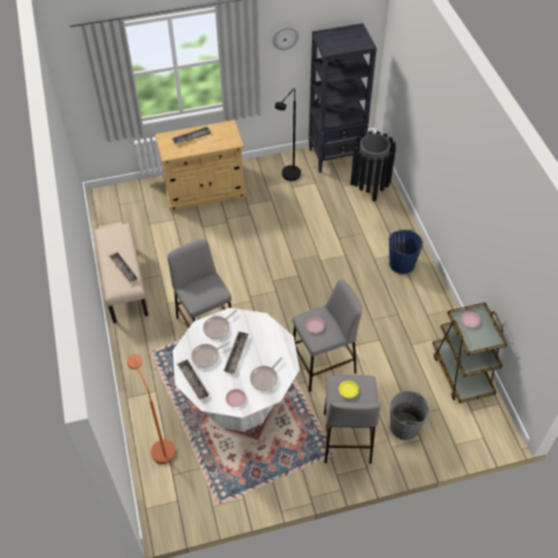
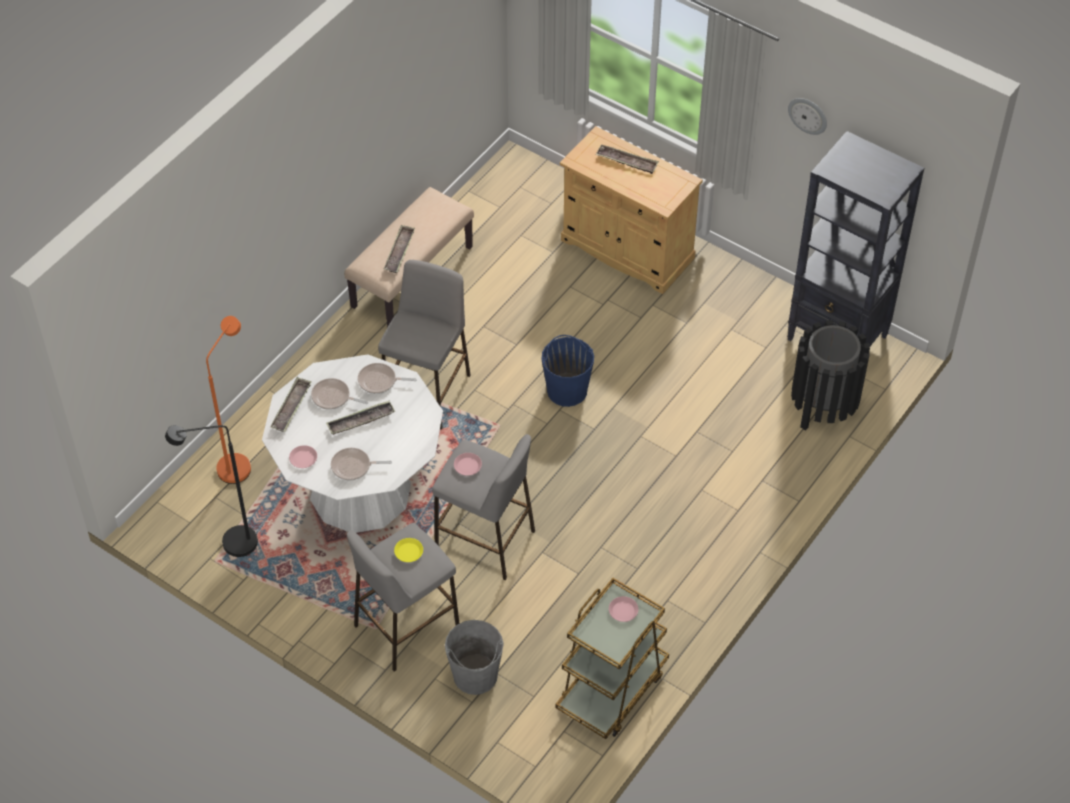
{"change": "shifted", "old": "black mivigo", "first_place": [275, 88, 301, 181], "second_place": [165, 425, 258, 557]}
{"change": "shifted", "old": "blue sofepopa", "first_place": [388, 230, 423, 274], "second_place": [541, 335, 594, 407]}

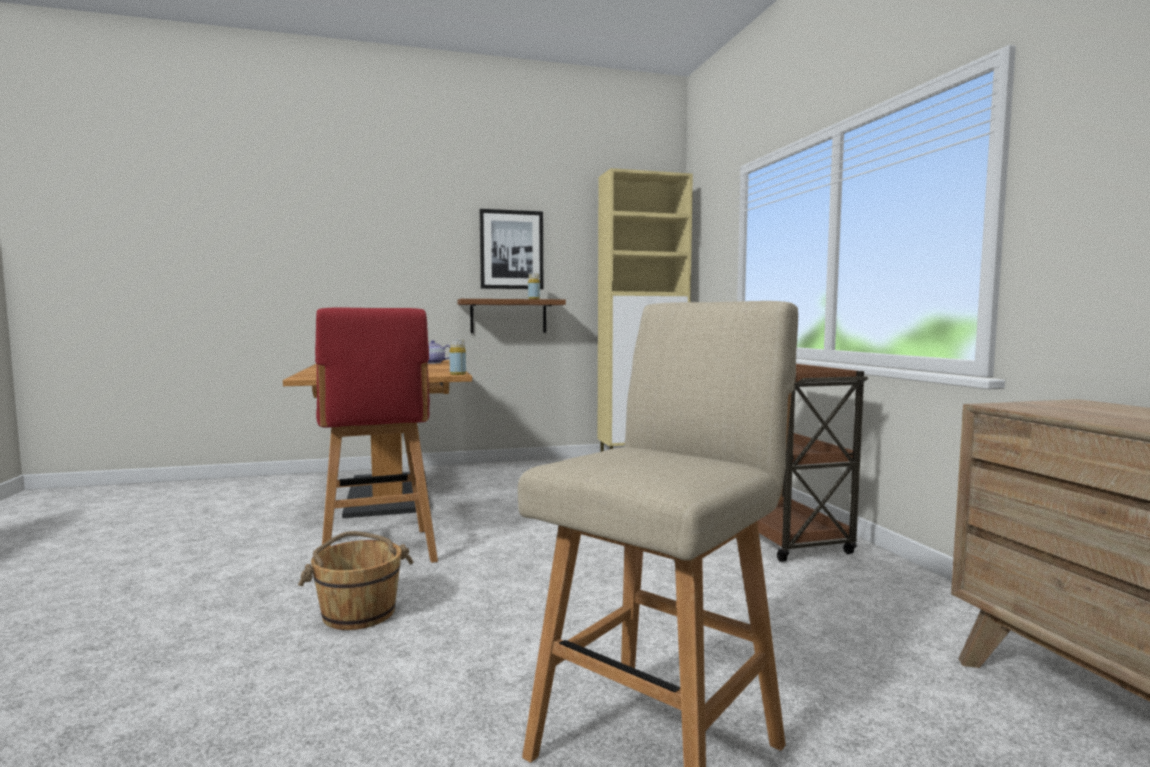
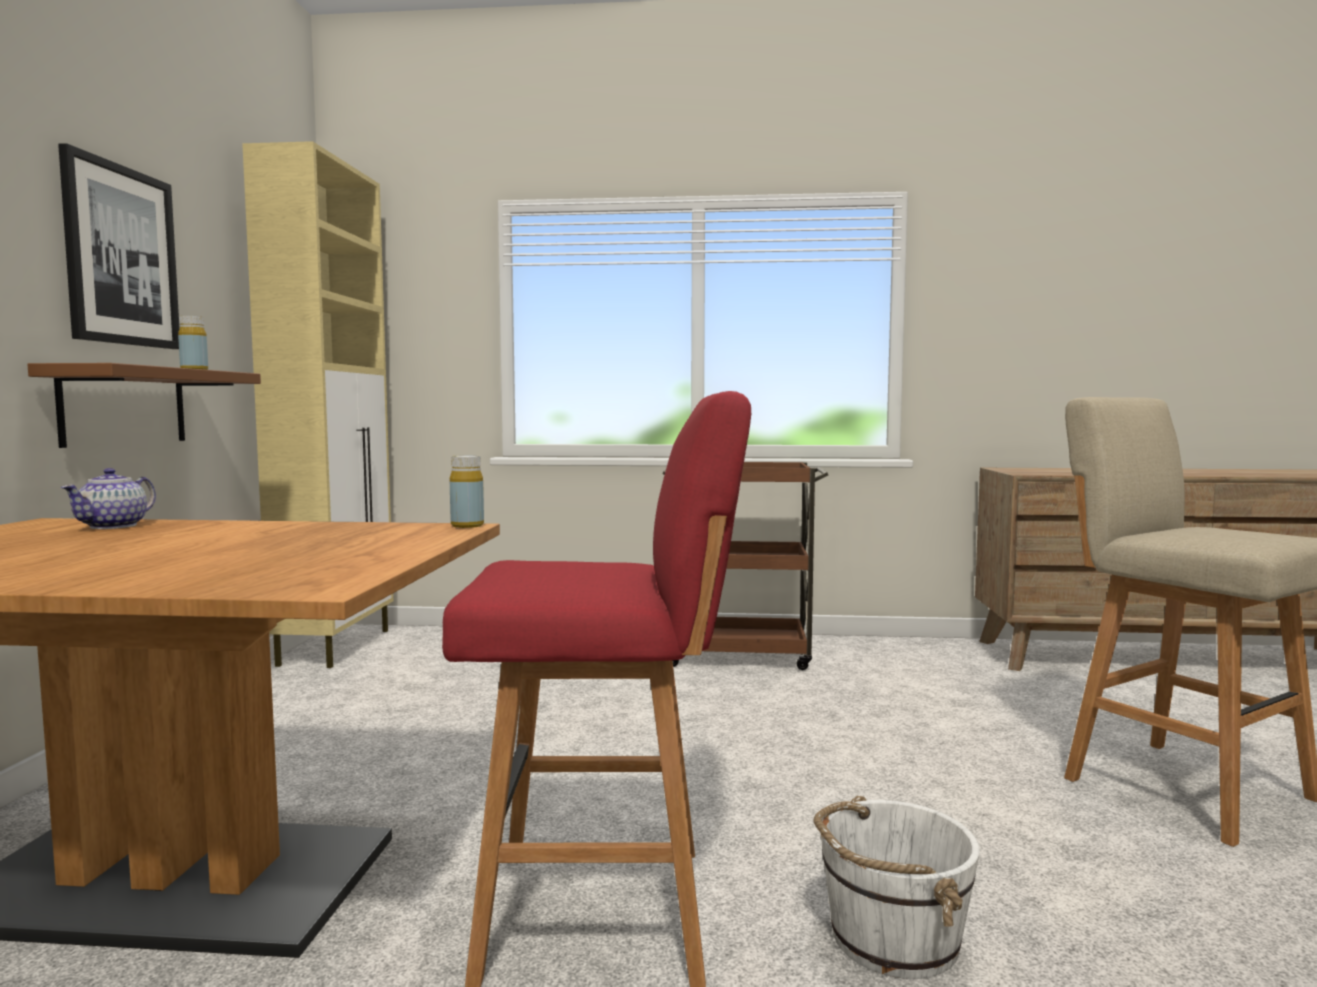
{"change": "repainted", "old": "brown sofepopa", "new": "white sofepopa", "first_place": [298, 531, 414, 630], "second_place": [814, 796, 980, 979]}

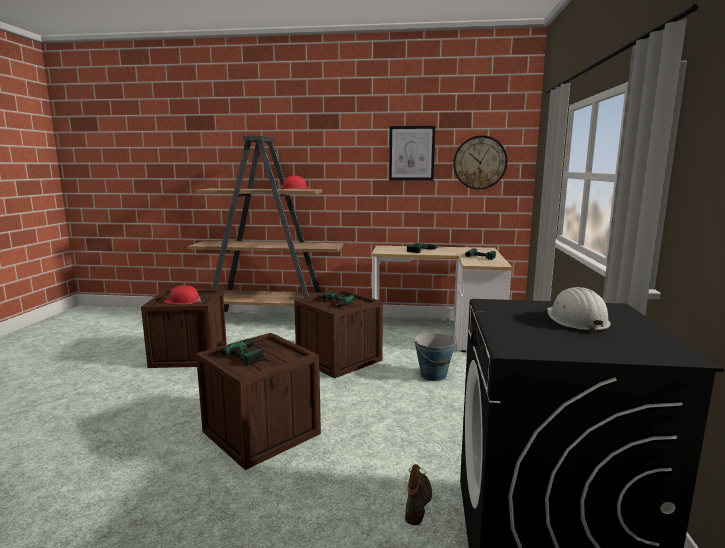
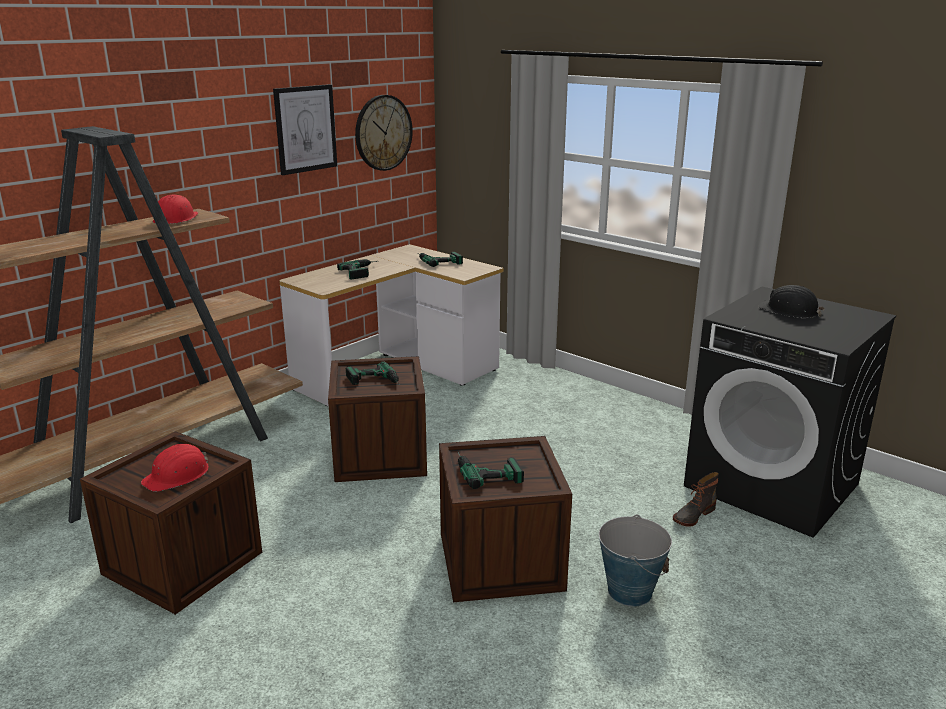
{"change": "shifted", "old": "sofepopa", "first_place": [414, 333, 457, 381], "second_place": [599, 514, 672, 606]}
{"change": "repainted", "old": "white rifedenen", "new": "black rifedenen", "first_place": [547, 287, 611, 333], "second_place": [758, 285, 825, 318]}
{"change": "rotated", "old": "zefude", "first_place": [405, 464, 432, 525], "second_place": [673, 472, 719, 527], "degrees": -90}

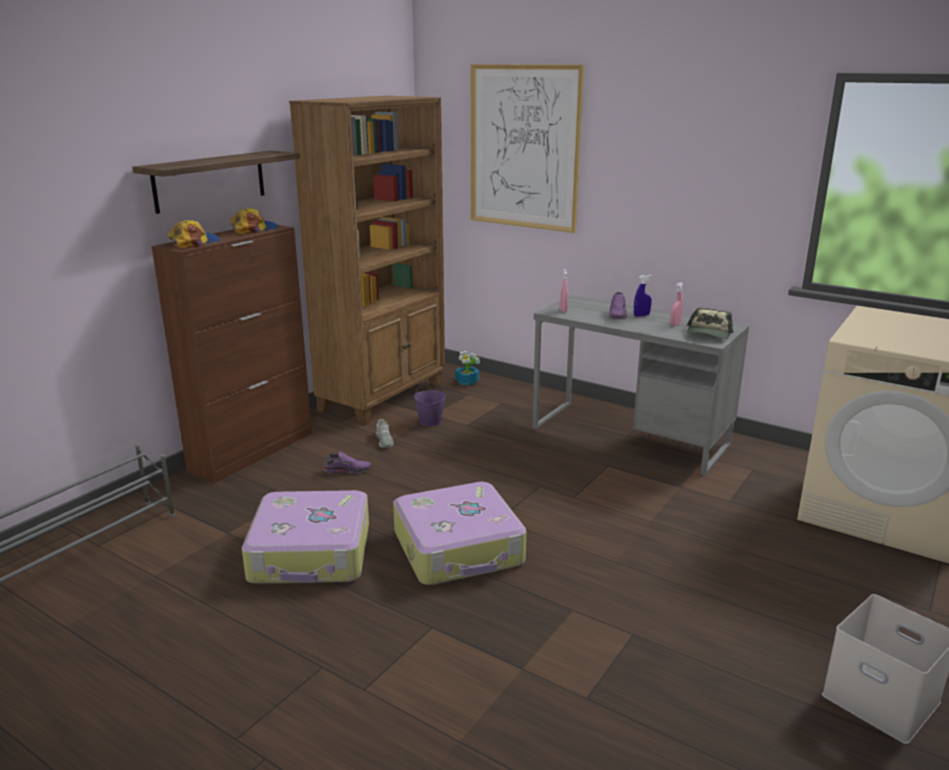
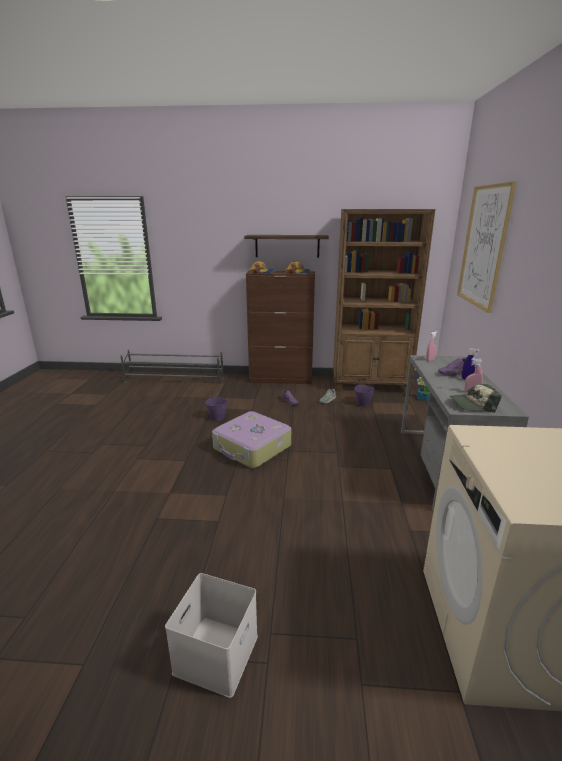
{"change": "swapped", "old": "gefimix", "new": "purple sofepopa", "first_place": [242, 490, 369, 584], "second_place": [205, 391, 228, 421]}

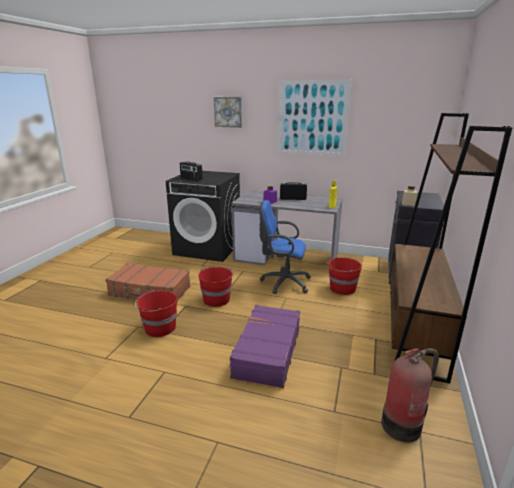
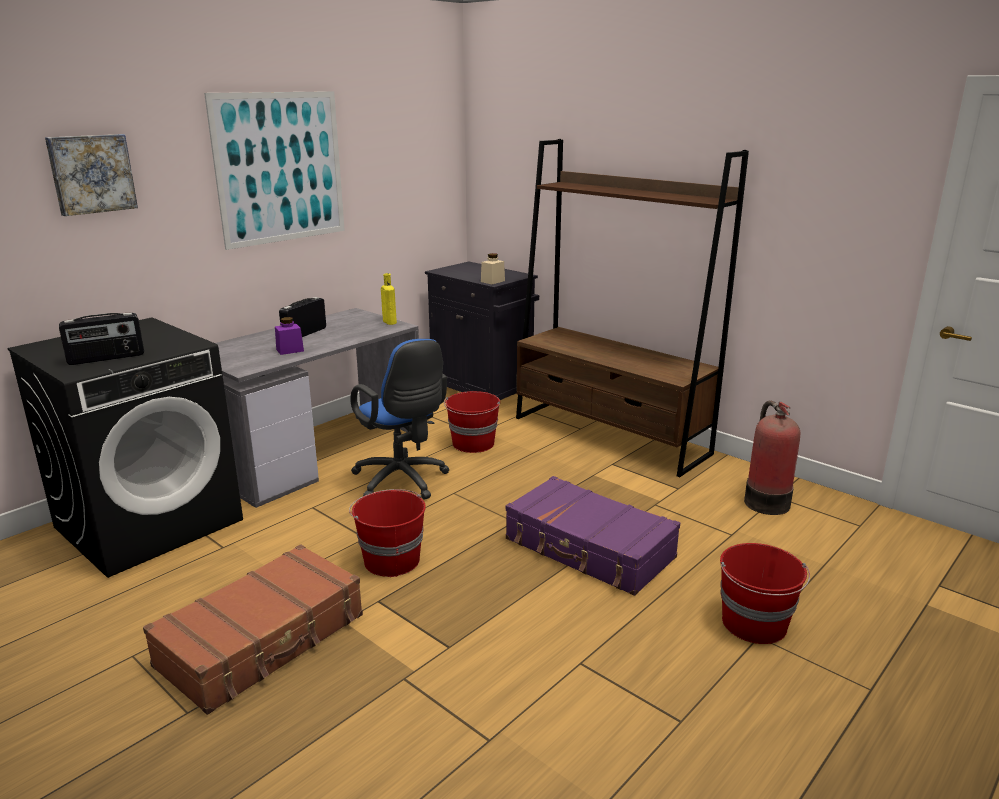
{"change": "shifted", "old": "red sofepopa", "first_place": [135, 290, 177, 337], "second_place": [720, 543, 810, 644]}
{"change": "rotated", "old": "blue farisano", "first_place": [259, 200, 311, 294], "second_place": [350, 339, 449, 500], "degrees": -75}

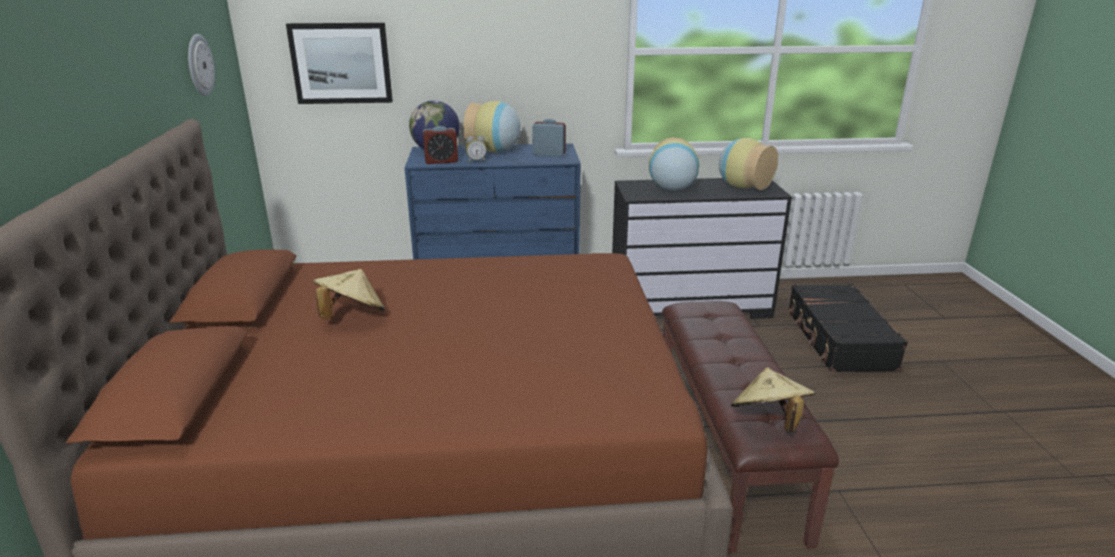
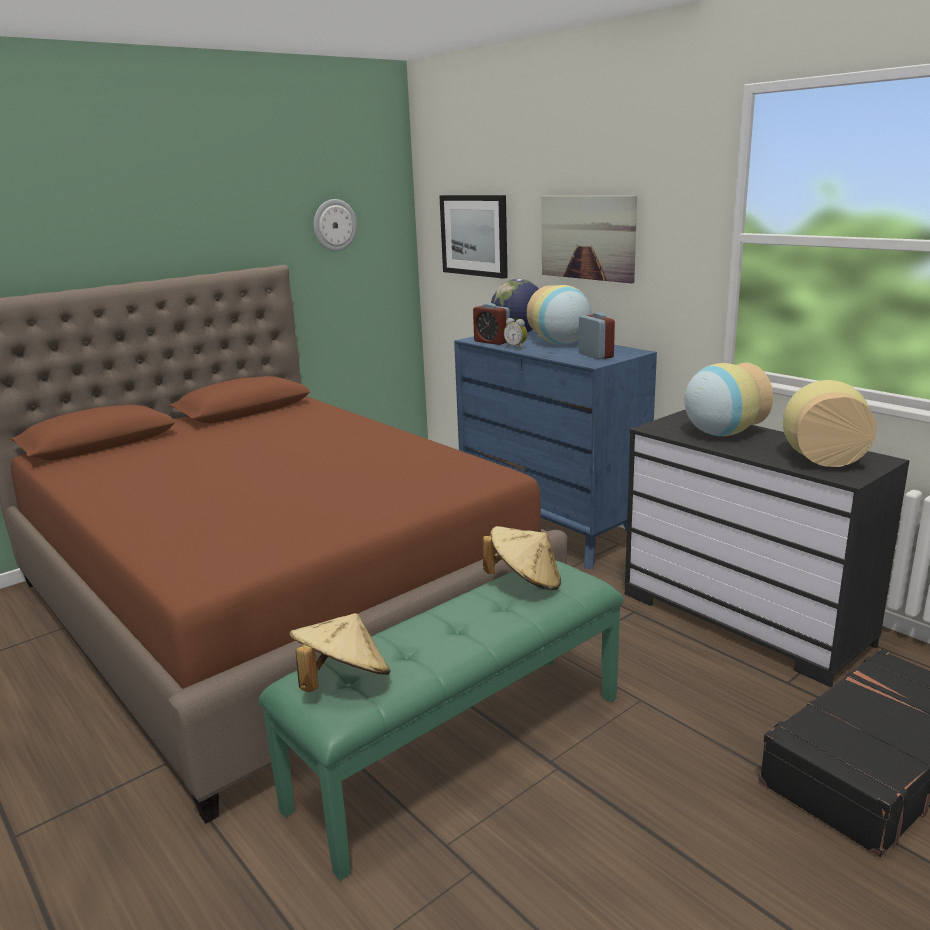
{"change": "new", "new": "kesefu", "second_place": [542, 196, 637, 284]}
{"change": "shifted", "old": "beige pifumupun", "first_place": [313, 269, 385, 319], "second_place": [483, 526, 561, 590]}
{"change": "repainted", "old": "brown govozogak", "new": "green govozogak", "first_place": [662, 301, 839, 553], "second_place": [259, 560, 624, 881]}

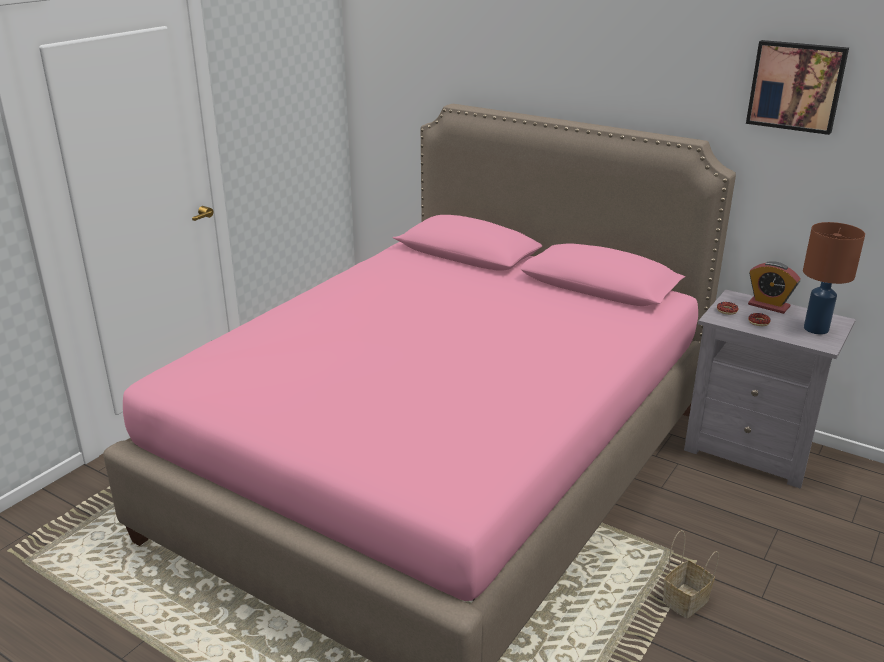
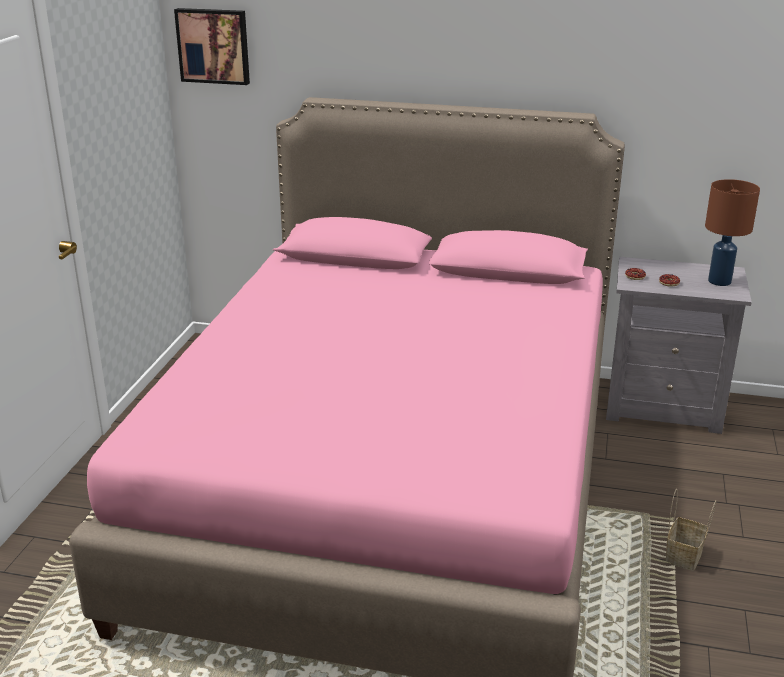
{"change": "gone", "old": "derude", "first_place": [748, 261, 800, 314]}
{"change": "shifted", "old": "kesefu", "first_place": [746, 40, 849, 135], "second_place": [174, 8, 250, 85]}

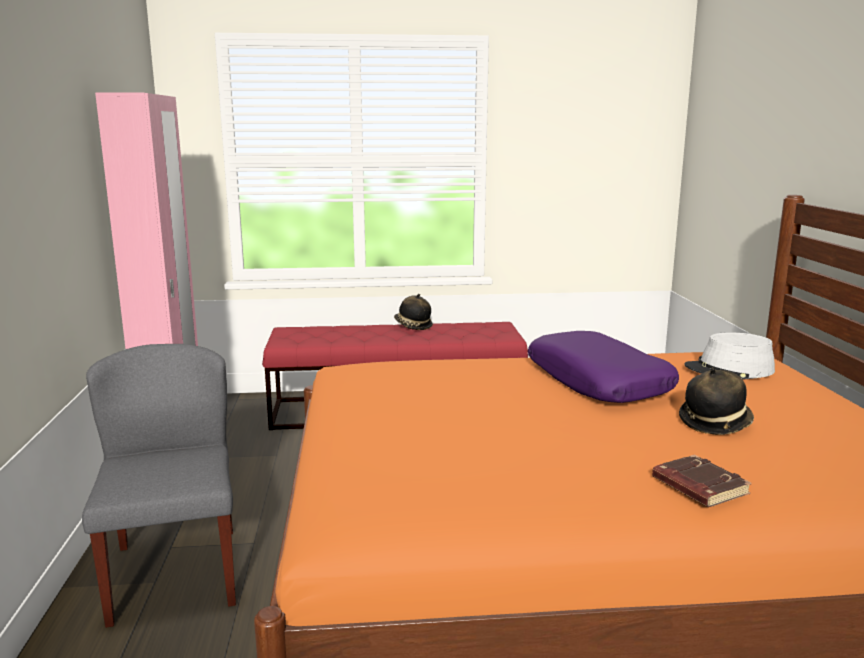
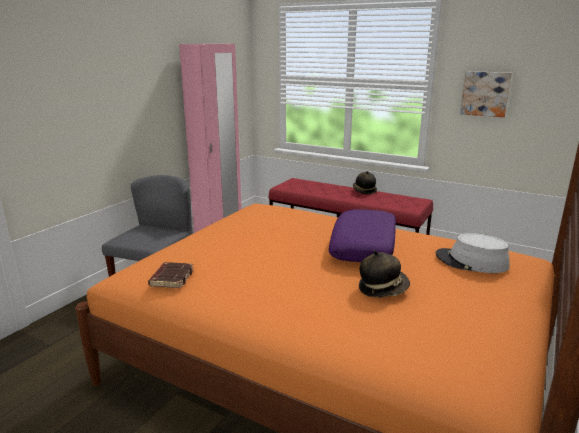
{"change": "new", "new": "kesefu", "second_place": [460, 71, 512, 117]}
{"change": "shifted", "old": "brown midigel", "first_place": [652, 455, 751, 507], "second_place": [148, 262, 194, 288]}

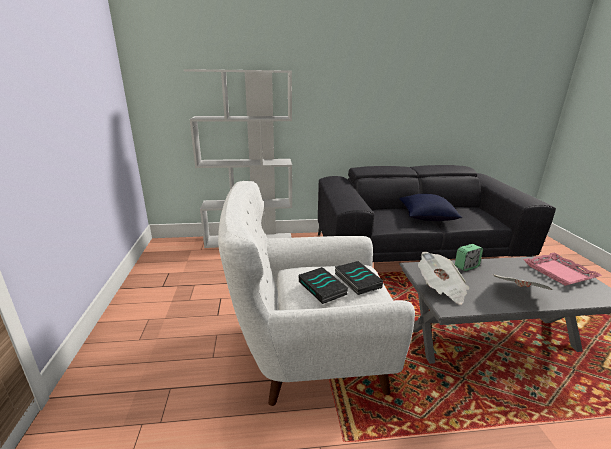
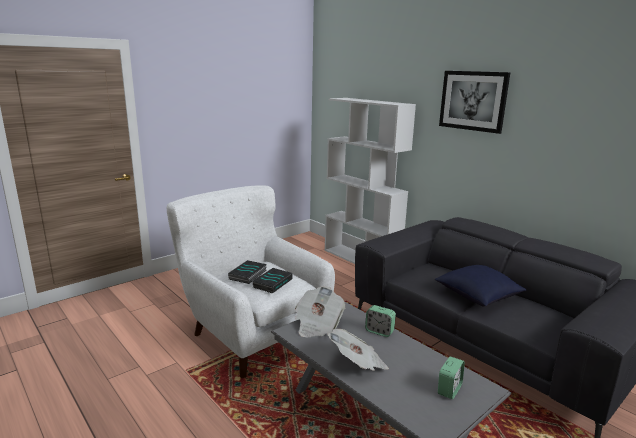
{"change": "new", "new": "kesefu", "second_place": [439, 71, 511, 134]}
{"change": "swapped", "old": "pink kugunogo", "new": "derude", "first_place": [523, 253, 602, 286], "second_place": [438, 356, 465, 399]}

